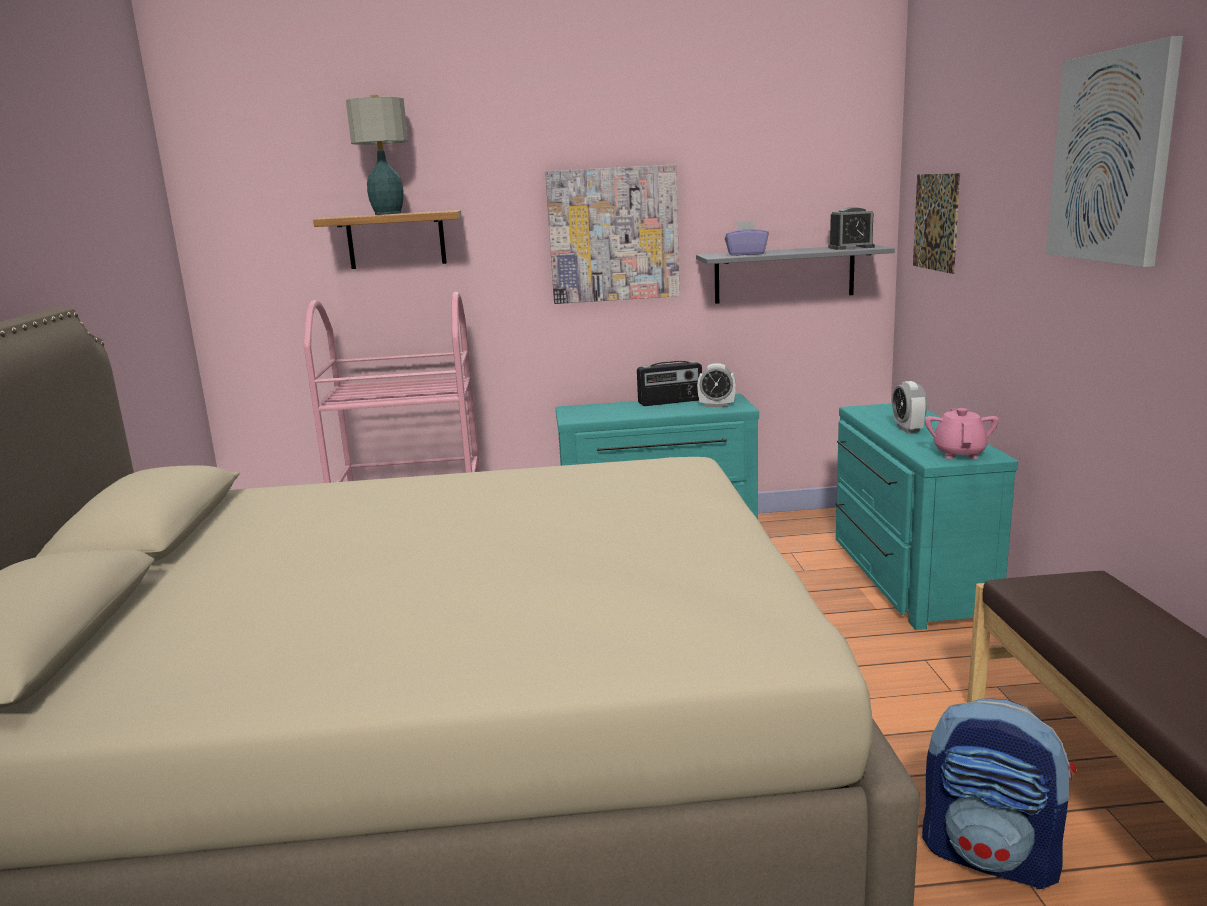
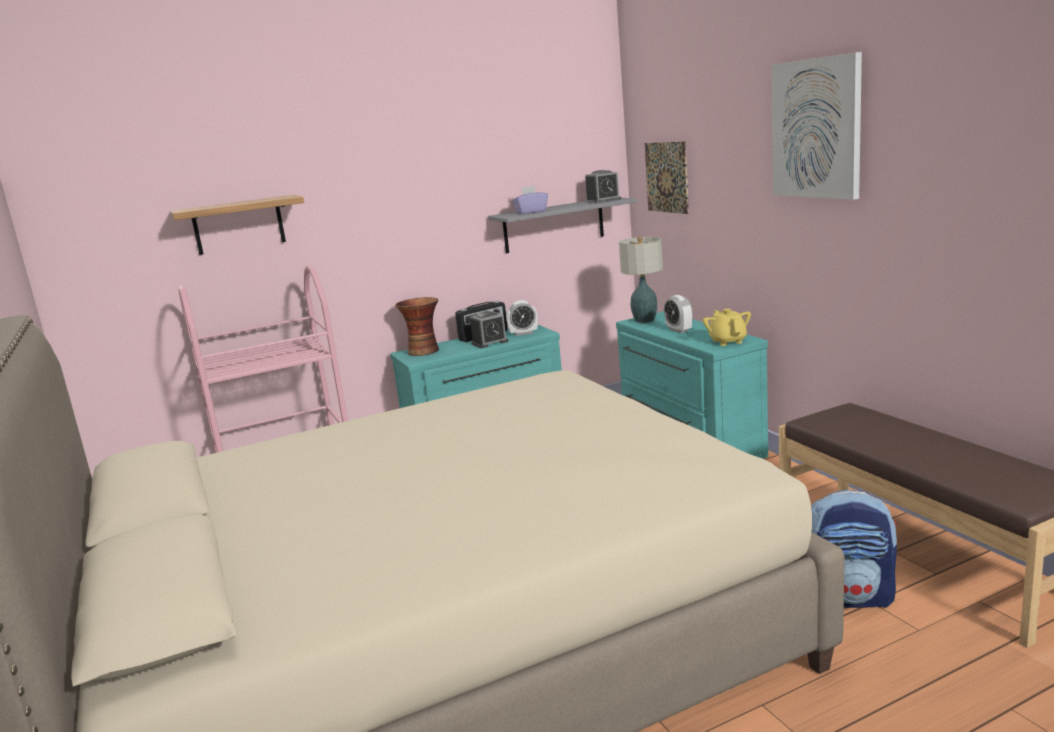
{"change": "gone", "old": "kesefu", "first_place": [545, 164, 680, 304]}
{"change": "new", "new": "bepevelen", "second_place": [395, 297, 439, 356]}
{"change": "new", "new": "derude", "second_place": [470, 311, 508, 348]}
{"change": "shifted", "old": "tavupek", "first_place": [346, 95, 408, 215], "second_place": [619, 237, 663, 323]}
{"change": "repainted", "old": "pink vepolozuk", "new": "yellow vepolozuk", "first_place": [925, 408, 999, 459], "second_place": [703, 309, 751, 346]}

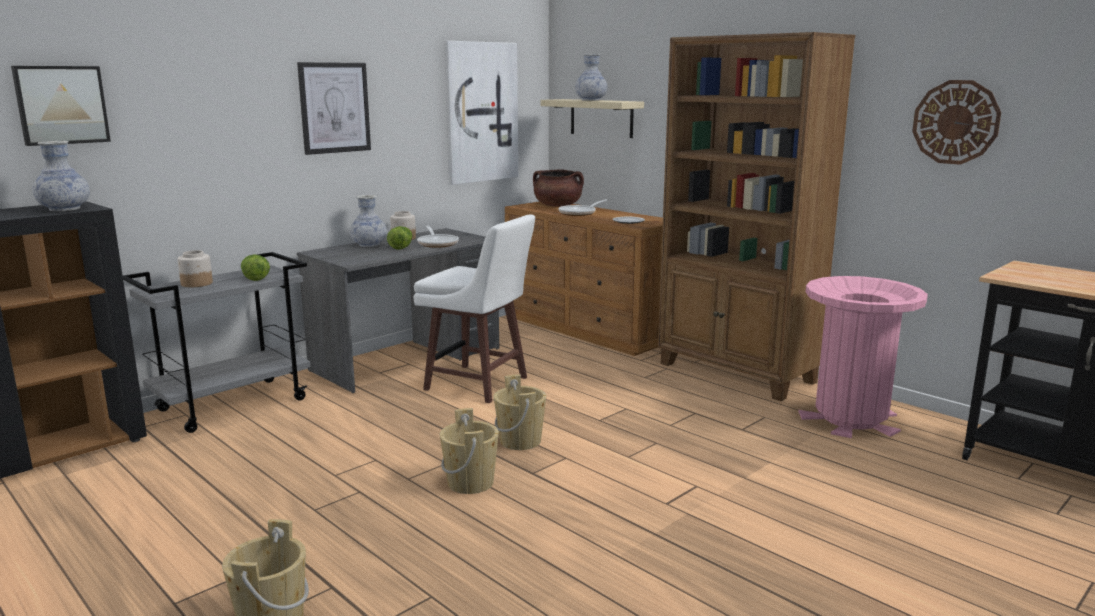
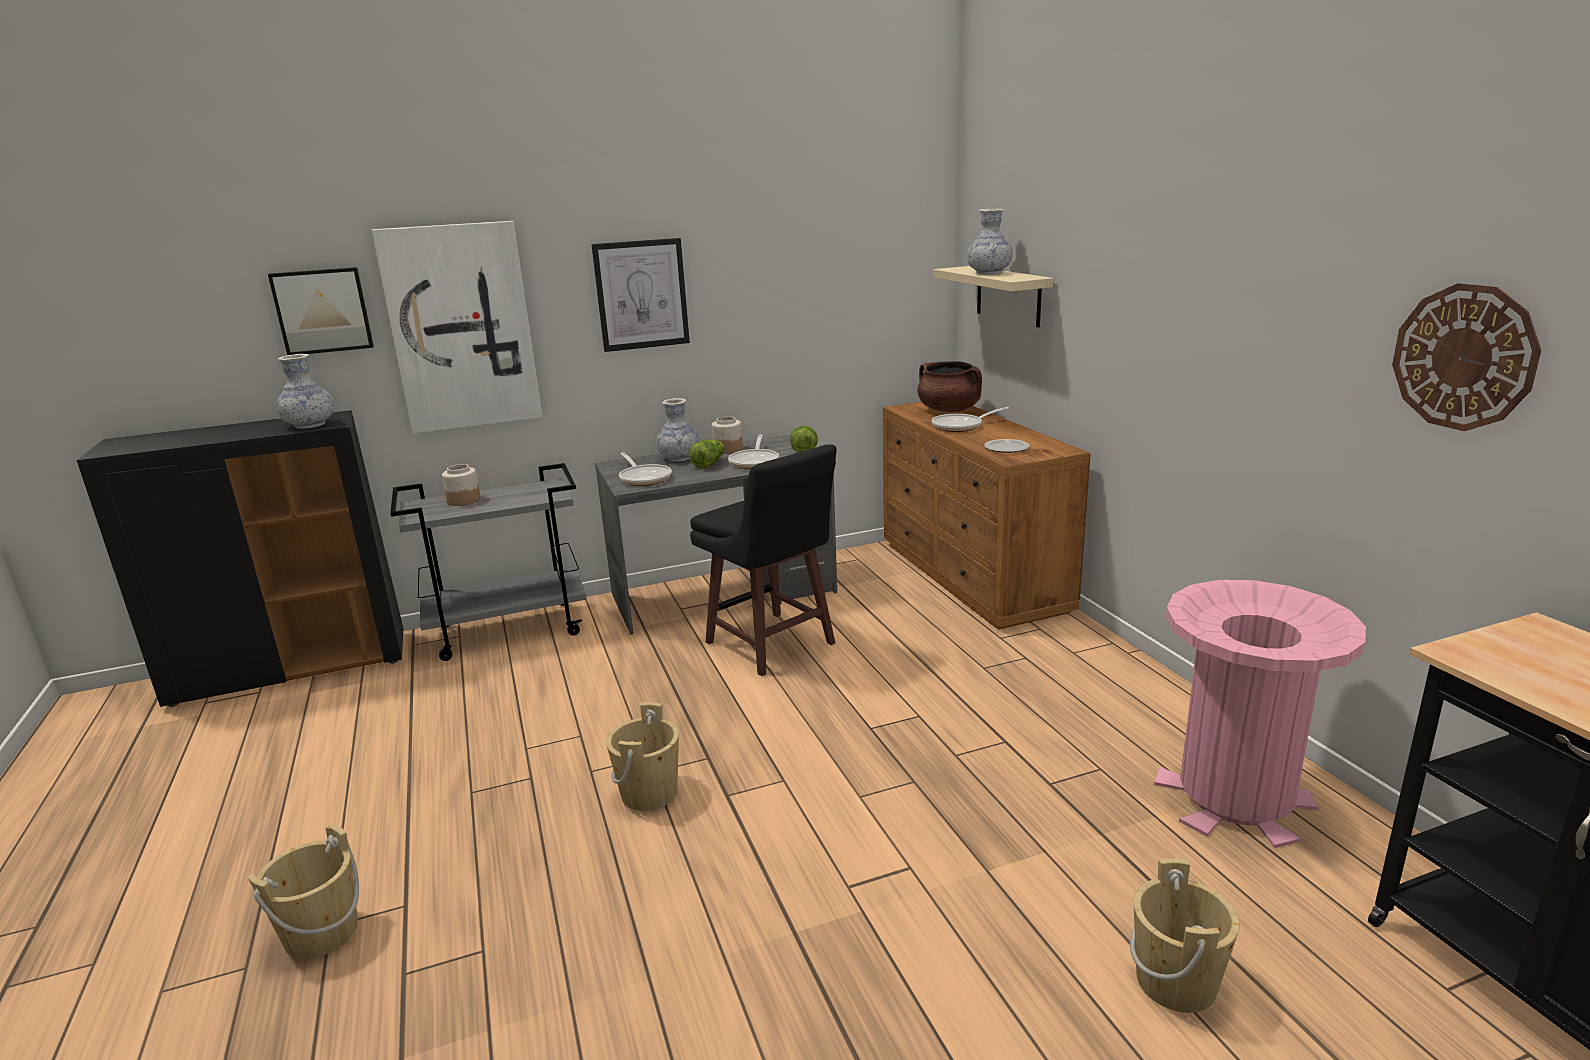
{"change": "gone", "old": "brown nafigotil", "first_place": [658, 32, 855, 401]}
{"change": "new", "new": "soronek", "second_place": [619, 452, 672, 486]}
{"change": "shifted", "old": "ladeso", "first_place": [241, 254, 270, 281], "second_place": [790, 426, 818, 453]}
{"change": "shifted", "old": "kesefu", "first_place": [444, 41, 518, 185], "second_place": [371, 221, 543, 434]}
{"change": "shifted", "old": "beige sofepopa", "first_place": [494, 374, 546, 450], "second_place": [1130, 858, 1240, 1013]}
{"change": "repainted", "old": "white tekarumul", "new": "black tekarumul", "first_place": [414, 215, 535, 403], "second_place": [690, 444, 837, 676]}

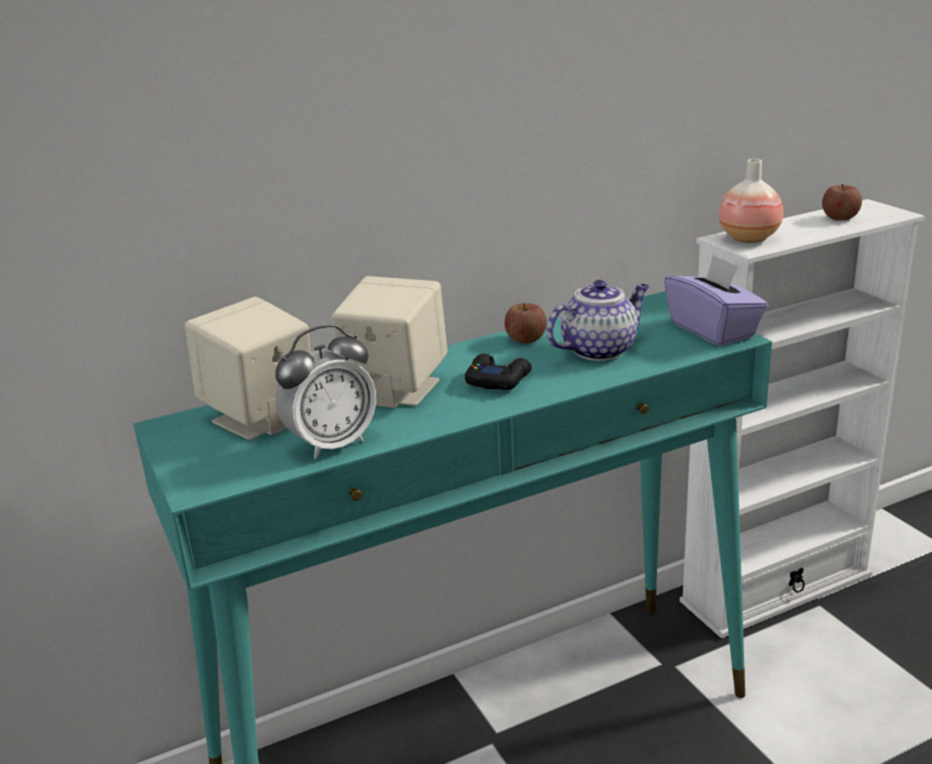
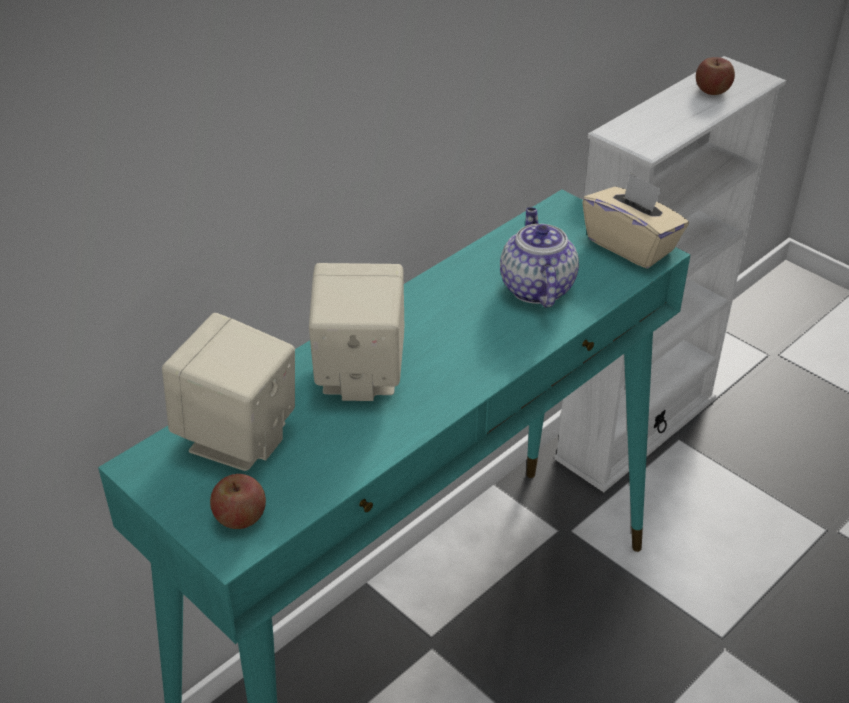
{"change": "gone", "old": "derude", "first_place": [275, 324, 376, 459]}
{"change": "gone", "old": "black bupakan", "first_place": [465, 354, 532, 390]}
{"change": "gone", "old": "bepevelen", "first_place": [719, 159, 783, 243]}
{"change": "shifted", "old": "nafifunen", "first_place": [504, 303, 547, 344], "second_place": [210, 474, 266, 529]}
{"change": "repainted", "old": "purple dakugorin", "new": "beige dakugorin", "first_place": [664, 254, 768, 346], "second_place": [582, 173, 689, 269]}
{"change": "rotated", "old": "vepolozuk", "first_place": [547, 280, 649, 361], "second_place": [500, 207, 579, 308], "degrees": -45}

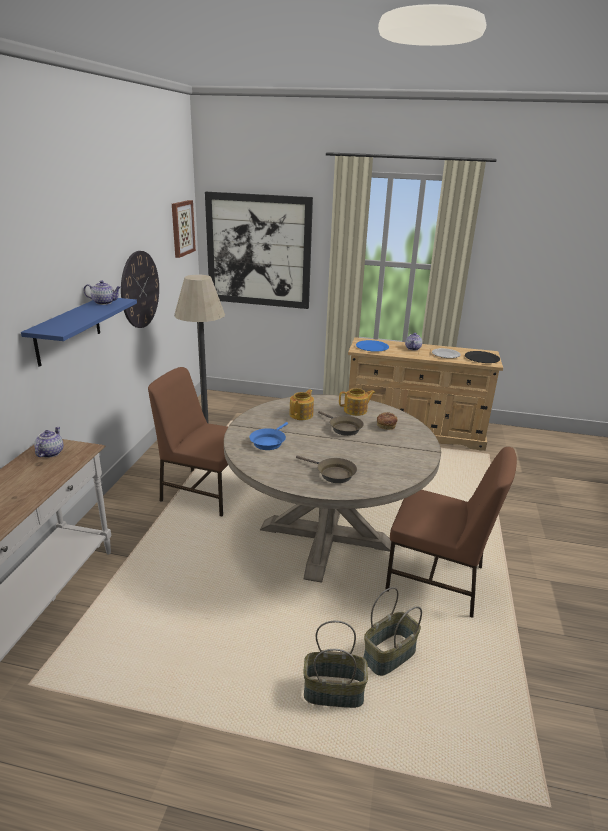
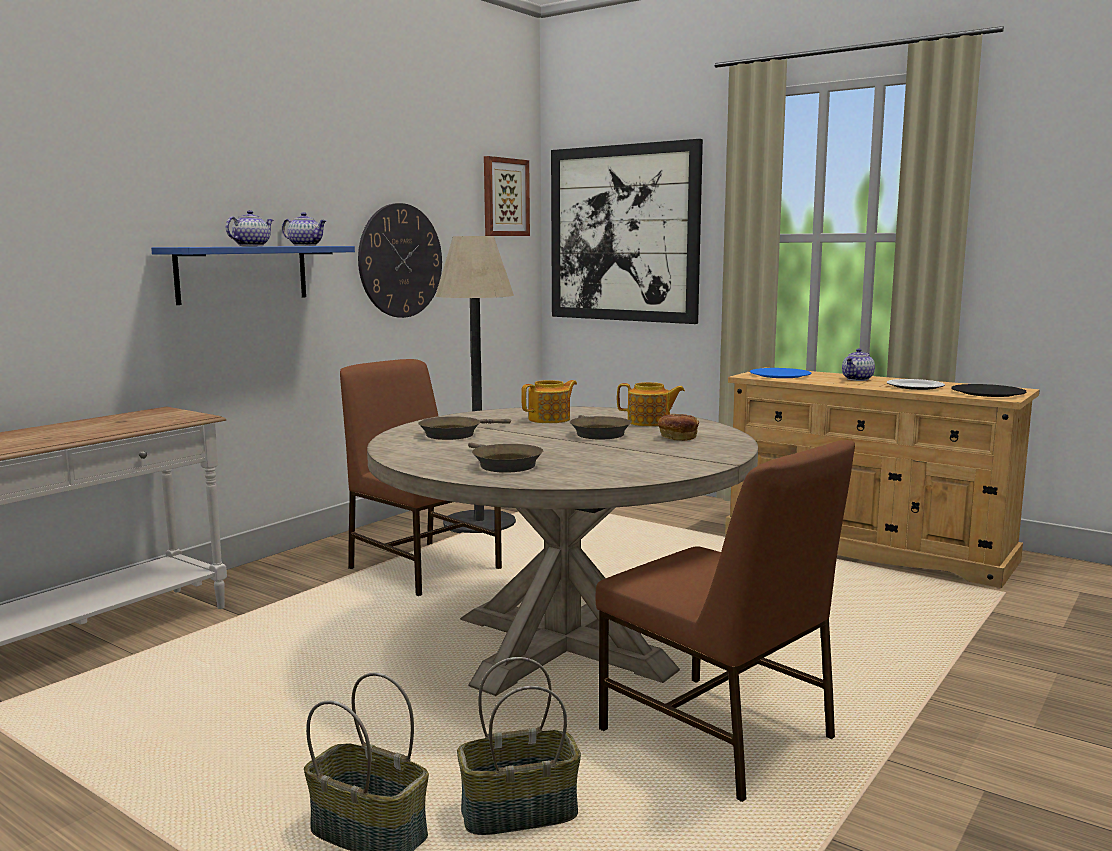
{"change": "shifted", "old": "vepolozuk", "first_place": [34, 427, 63, 458], "second_place": [226, 210, 274, 246]}
{"change": "repainted", "old": "blue soronek", "new": "brown soronek", "first_place": [249, 422, 288, 450], "second_place": [418, 416, 511, 440]}

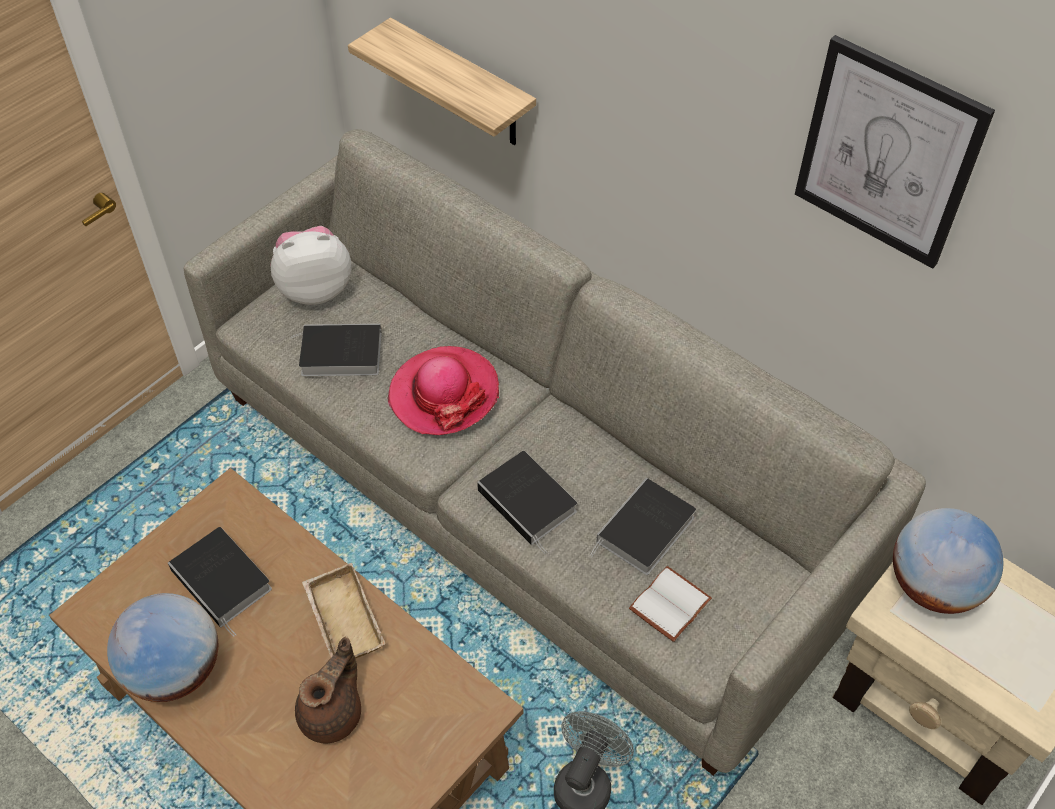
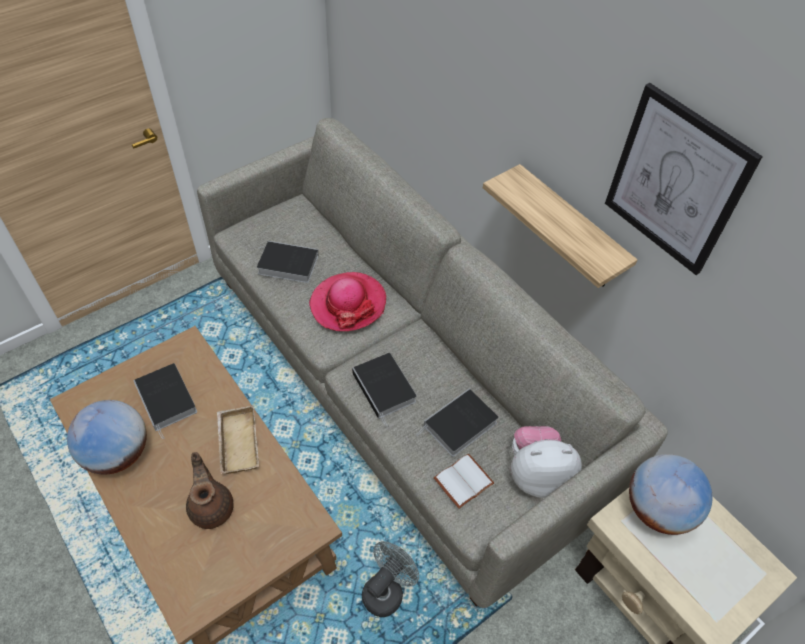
{"change": "shifted", "old": "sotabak", "first_place": [271, 226, 351, 305], "second_place": [511, 426, 582, 498]}
{"change": "shifted", "old": "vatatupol", "first_place": [348, 17, 536, 145], "second_place": [483, 164, 638, 288]}
{"change": "rotated", "old": "brown vepolozuk", "first_place": [295, 637, 361, 744], "second_place": [186, 452, 233, 529], "degrees": -60}

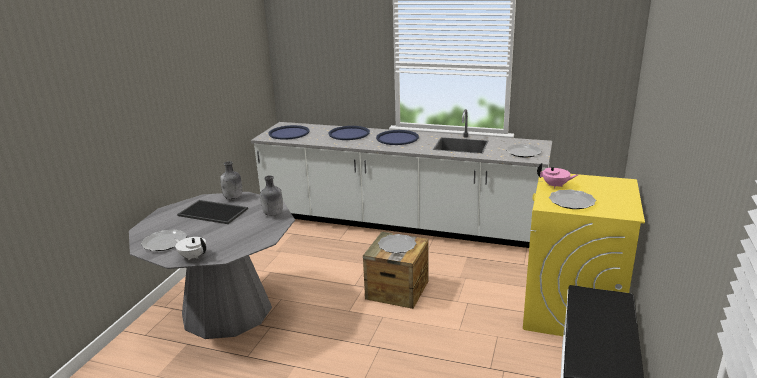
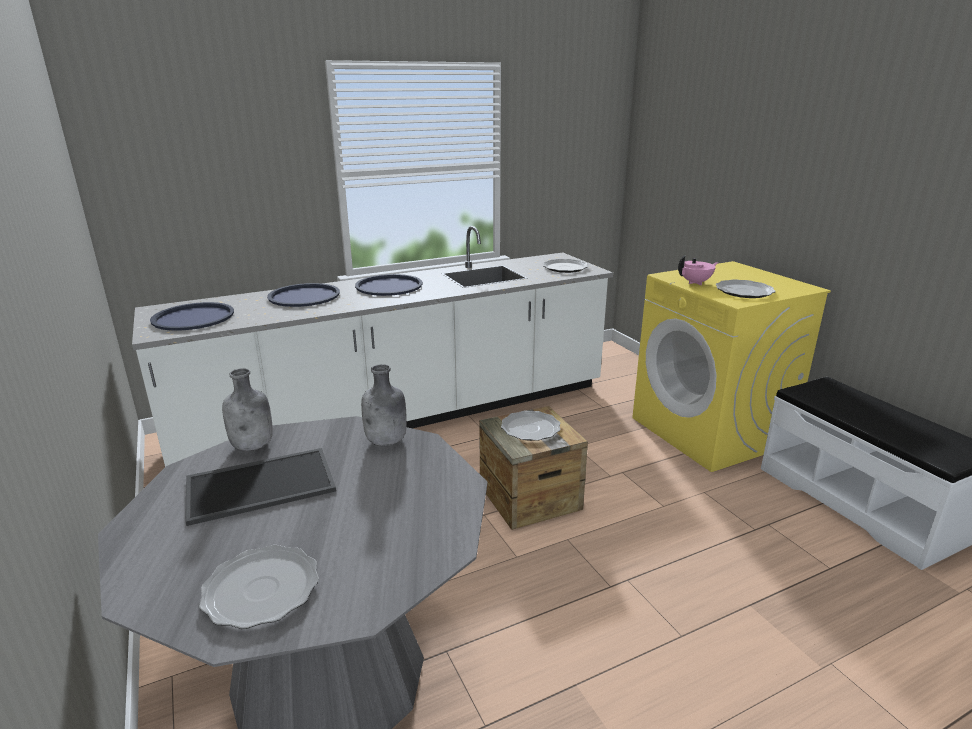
{"change": "gone", "old": "white vepolozuk", "first_place": [174, 237, 206, 260]}

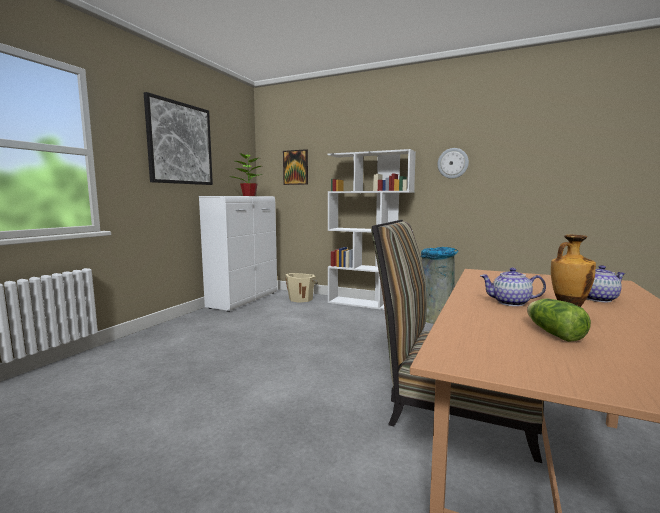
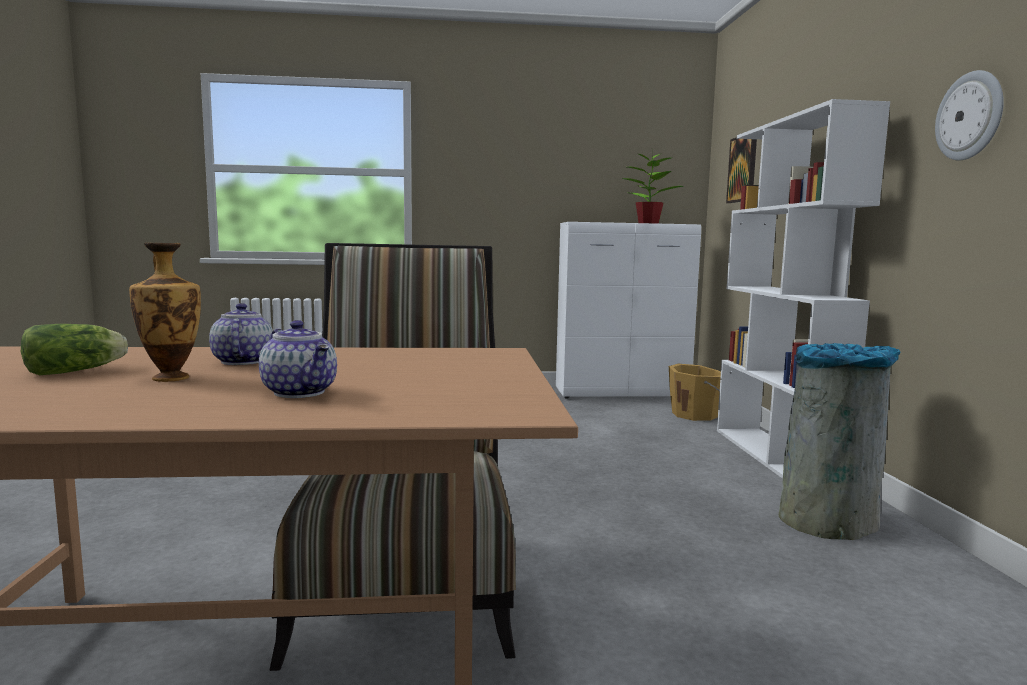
{"change": "gone", "old": "kesefu", "first_place": [144, 92, 213, 185]}
{"change": "repainted", "old": "beige sofepopa", "new": "orange sofepopa", "first_place": [285, 273, 318, 303], "second_place": [669, 364, 721, 421]}

